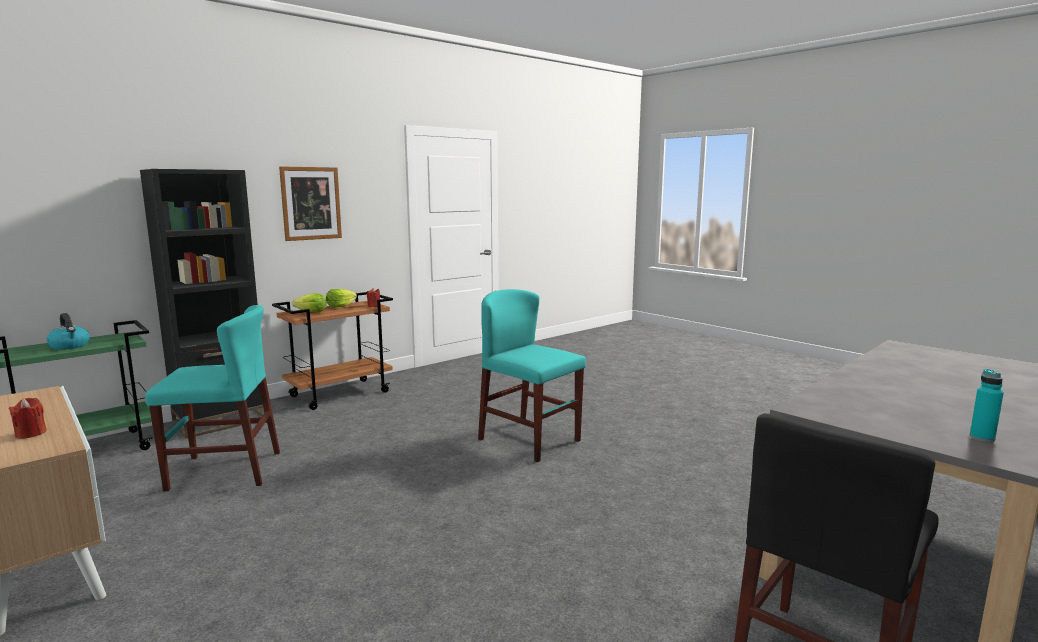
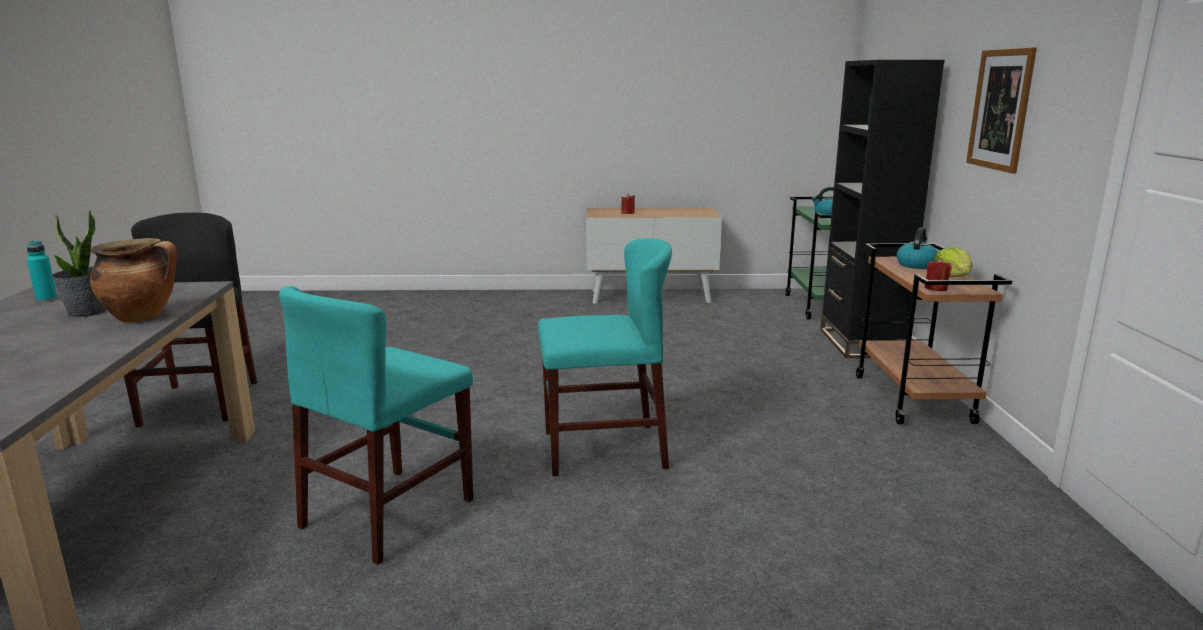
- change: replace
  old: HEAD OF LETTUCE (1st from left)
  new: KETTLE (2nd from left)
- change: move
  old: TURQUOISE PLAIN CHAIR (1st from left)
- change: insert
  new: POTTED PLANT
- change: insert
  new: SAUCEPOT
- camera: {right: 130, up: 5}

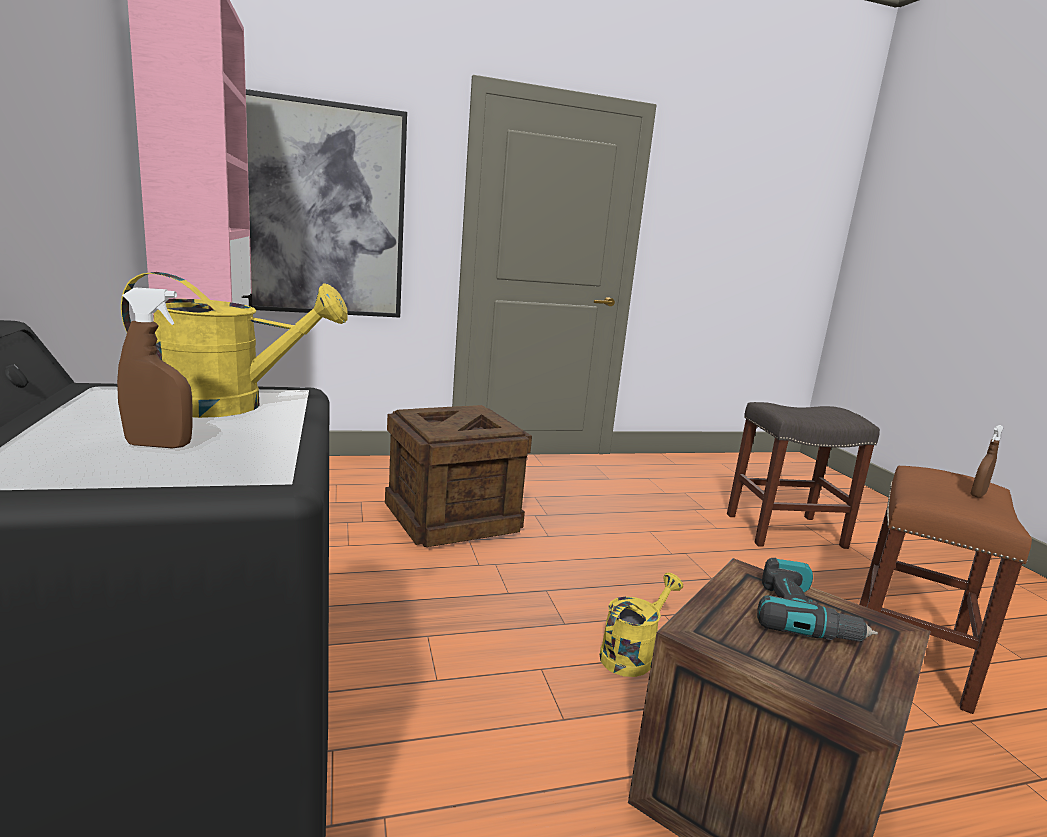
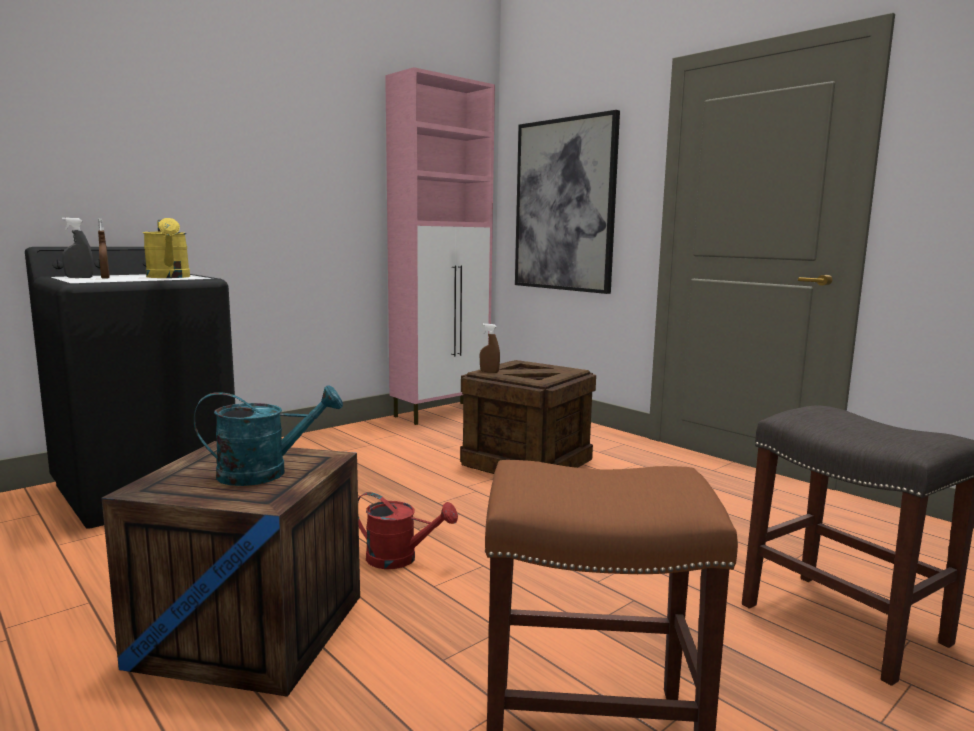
- change: move
  old: BROWN-COLOURED HAND SPRAYER (2nd from left)
- change: replace
  old: POWER DRILL
  new: TURQUOISE SPRINKLING CAN
- change: recolor
  old: YELLOW-COLOURED SPRINKLING CAN (2nd from left)
  new: REDDISH SPRINKLING CAN
- change: insert
  new: GRAY HAND SPRAYER
- camera: {right: 65, up: -5}

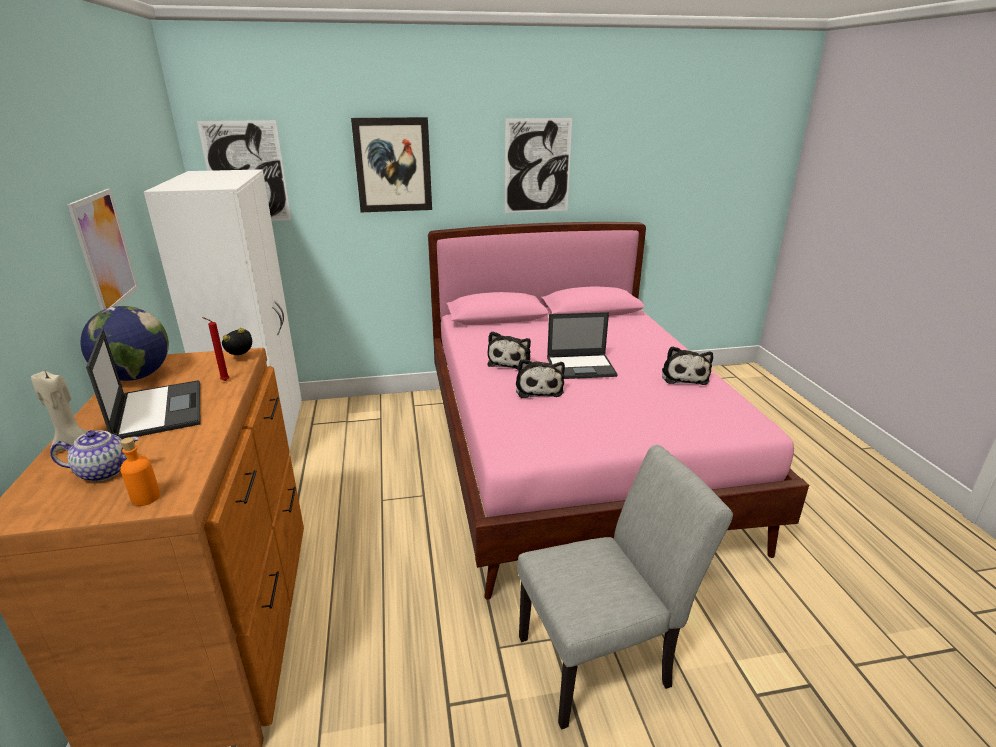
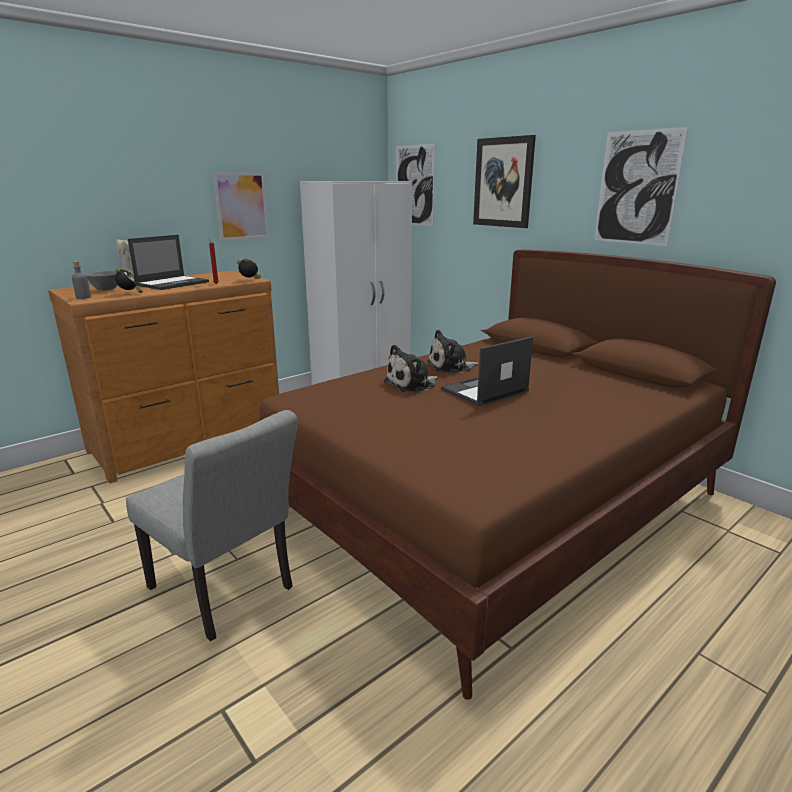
- change: recolor
  old: PINK SLEEPING BED
  new: BROWN-COLOURED SLEEPING BED
- change: delete
  old: GLOBE
- change: rotate
  old: PORTABLE COMPUTER (2nd from left)
  degrees: 90
- change: delete
  old: CUDDLY TOY (3rd from left)
- change: replace
  old: TEA POT
  new: GRAY DEEP DISH
- change: recolor
  old: ORANGEY BEVERAGE BOTTLE
  new: GRAY BEVERAGE BOTTLE
- change: insert
  new: TABLE CLOCK (1st from left)
- camera: {right: 60, up: -5}

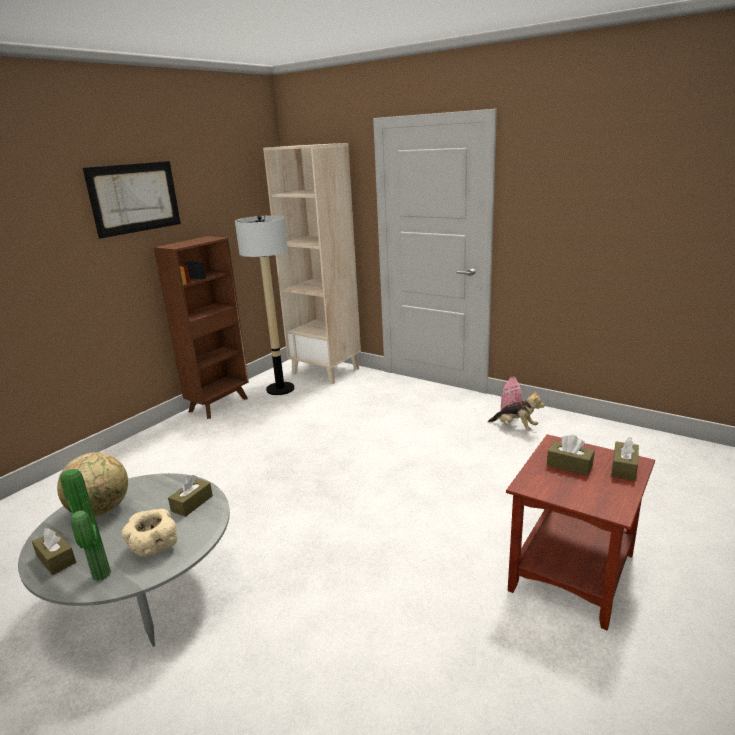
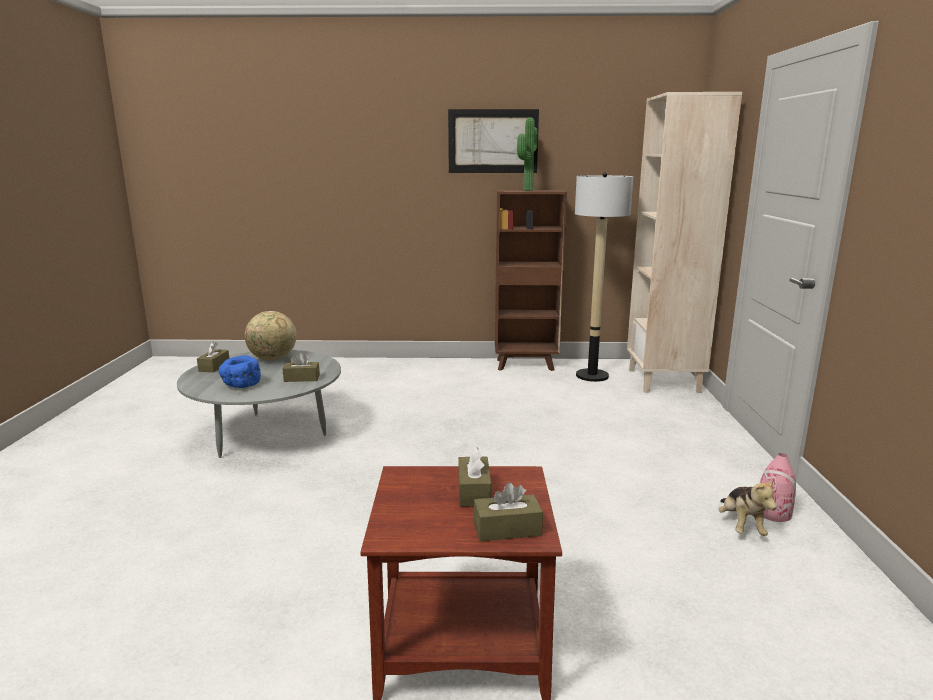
- change: move
  old: POTTED PLANT
- change: recolor
  old: SAND-COLOURED DEEP DISH
  new: BLUISH DEEP DISH
- camera: {right: 55, up: -5}

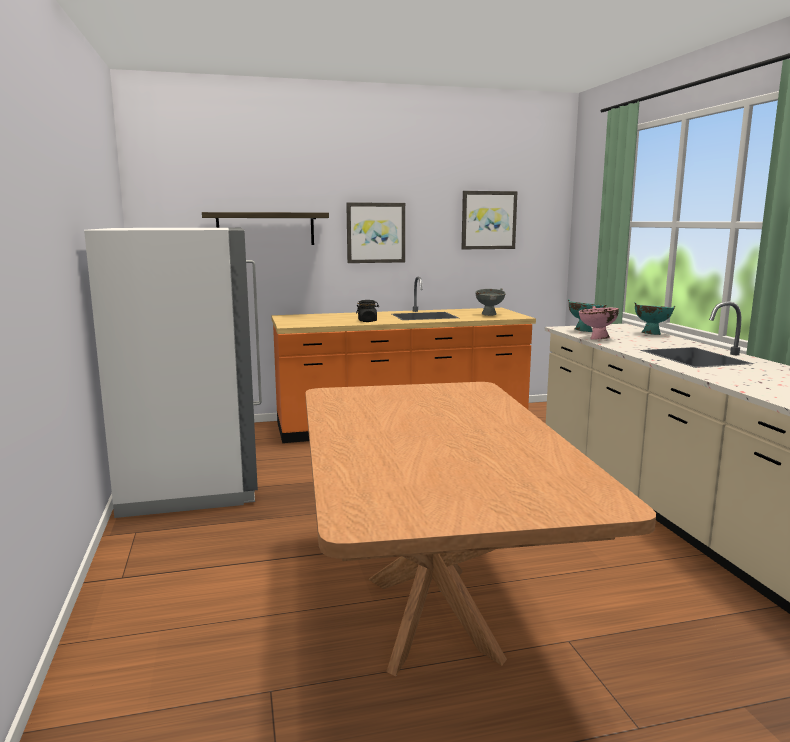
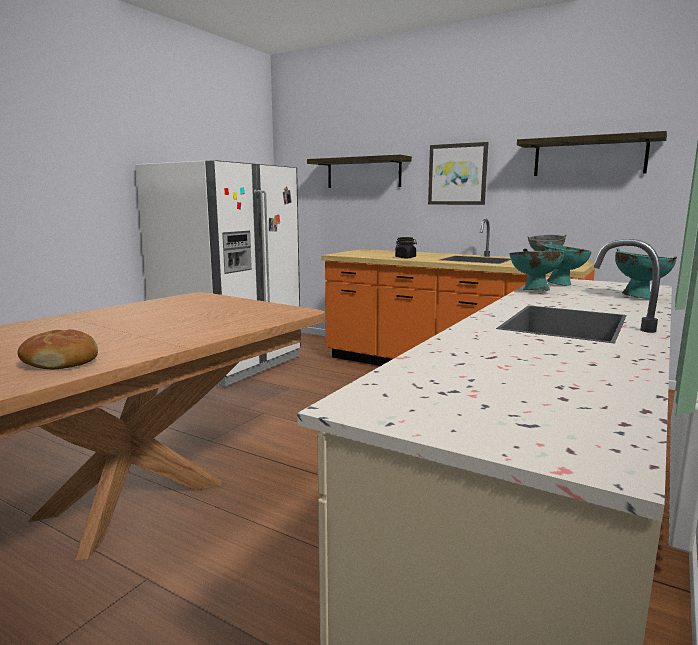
- change: replace
  old: WALL ART (2nd from left)
  new: BRACKET SHELF (2nd from left)
- change: recolor
  old: PINK DEEP DISH
  new: TURQUOISE DEEP DISH (1st from left)
- change: insert
  new: BAKERY BREAD
- camera: {right: 45, up: 0}

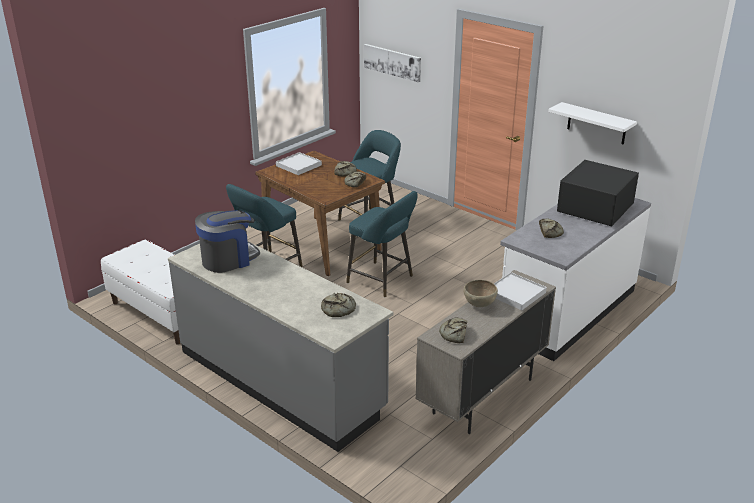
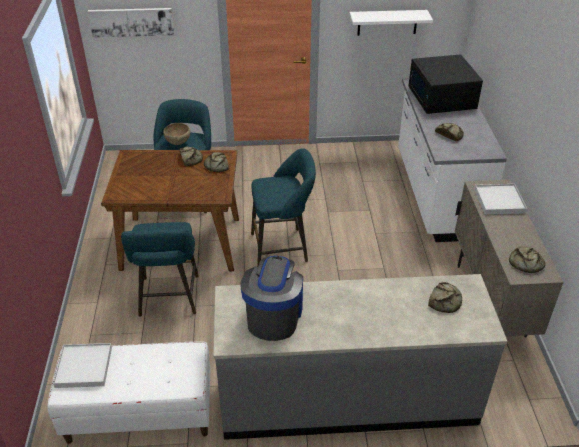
- change: move
  old: WHITE-COLOURED SERVING TRAY (1st from left)
- change: move
  old: BROWN-COLOURED DEEP DISH
- camera: {right: -45, up: 10}

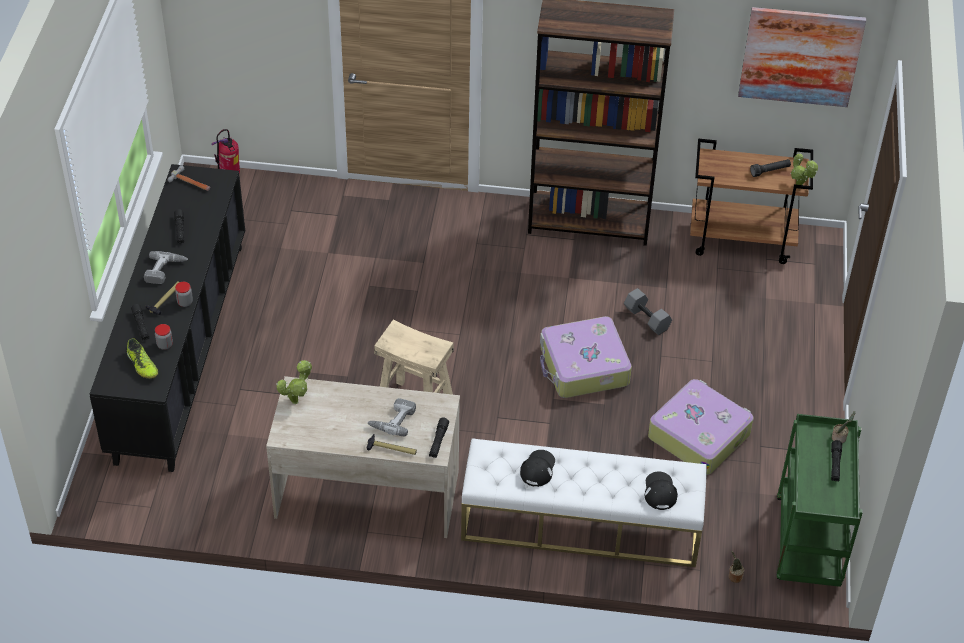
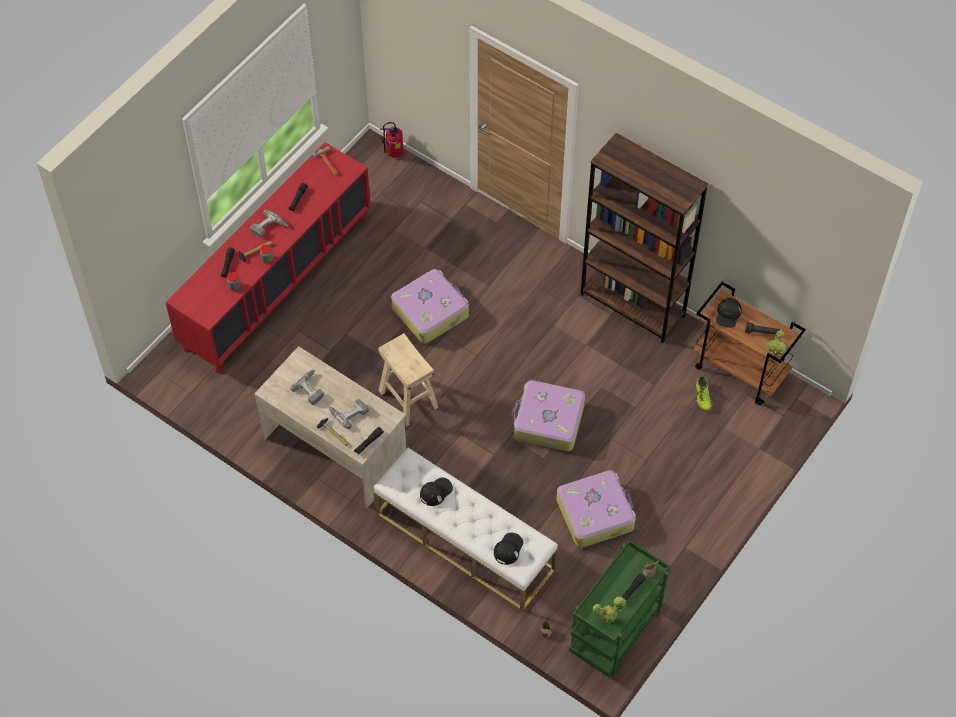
- change: delete
  old: WALL ART
- change: recolor
  old: BLACKISH STORAGE CABINET
  new: REDDISH STORAGE CABINET
- change: delete
  old: GRAY FREE WEIGHT
- change: move
  old: SHOE
- change: move
  old: POTTED PLANT (1st from left in the first image)
  new: POTTED PLANT (2nd from left)
- change: insert
  new: PIECE OF LUGGAGE (1st from left)
- change: insert
  new: BLACKISH PEAKED CAP (3rd from left)
- change: insert
  new: POWER DRILL (2nd from left)
- camera: {right: 30, up: 10}

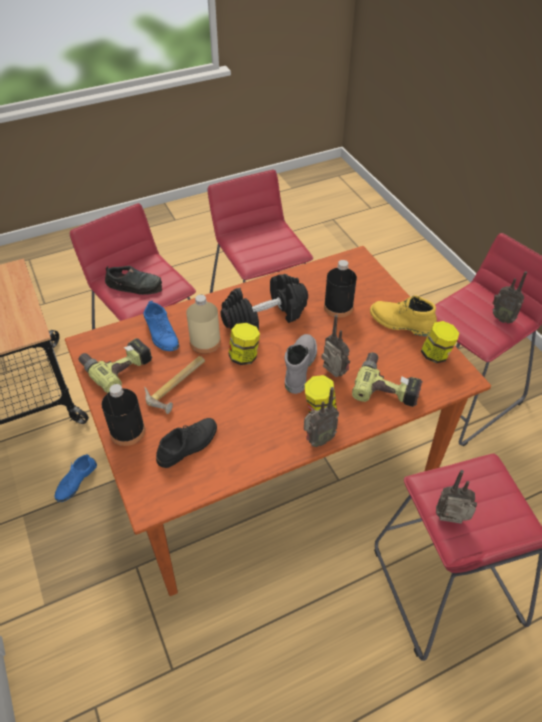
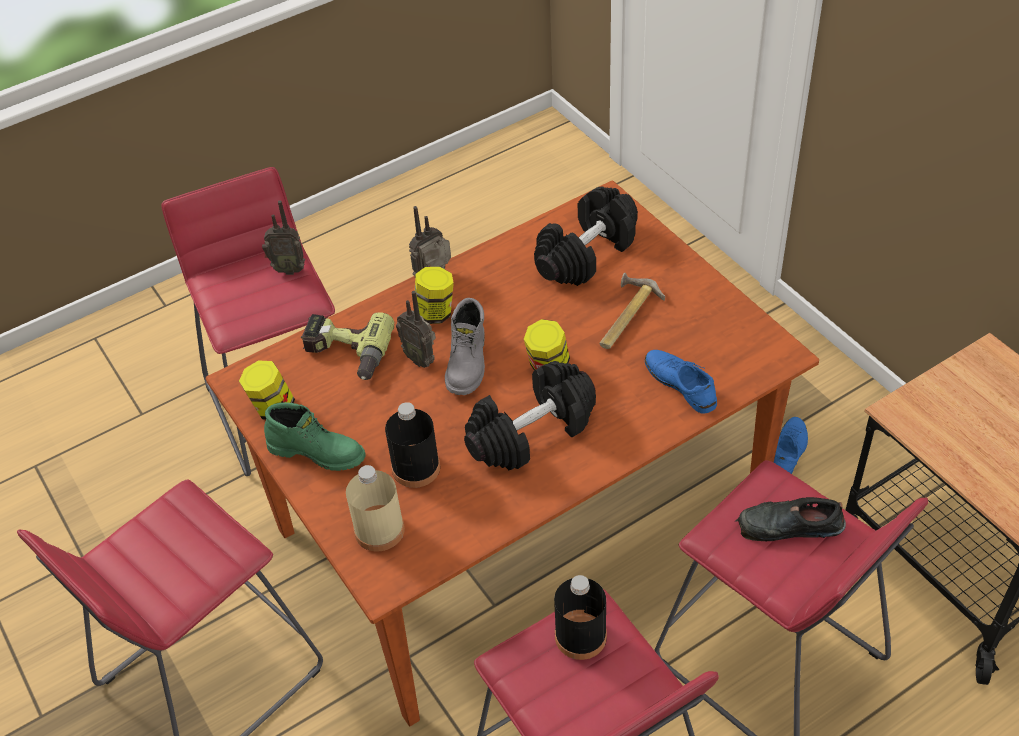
- change: delete
  old: RADIO RECEIVER (4th from left)
- change: move
  old: SAND-COLOURED BEVERAGE BOTTLE
- change: recolor
  old: YELLOW-COLOURED BOOT
  new: GREEN BOOT
- change: delete
  old: POWER DRILL (1st from left)
- change: move
  old: BLACKISH BEVERAGE BOTTLE (1st from left in the first image)
  new: BLACKISH BEVERAGE BOTTLE (2nd from left)
- change: replace
  old: BLACKISH SHOE (2nd from left)
  new: BLACKISH FREE WEIGHT (2nd from left)
- camera: {right: 175, up: 0}

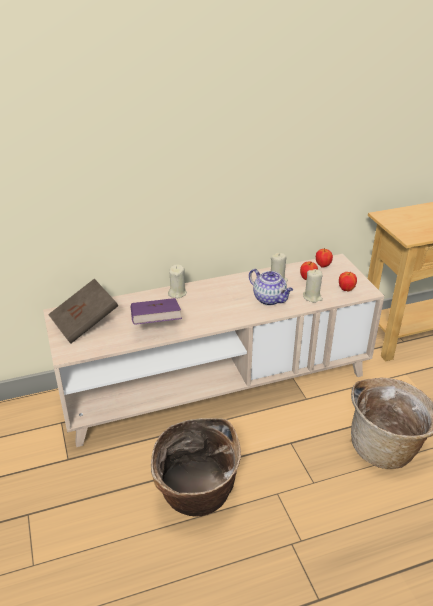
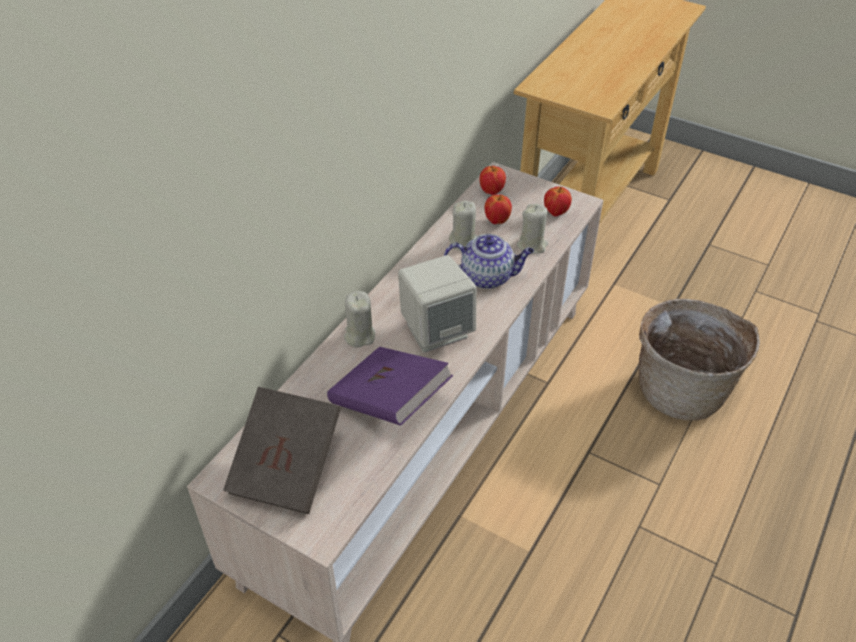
- change: delete
  old: STORAGE BASKET (1st from left)
- change: insert
  new: SAND-COLOURED LOUDSPEAKER
- camera: {right: -40, up: 10}

